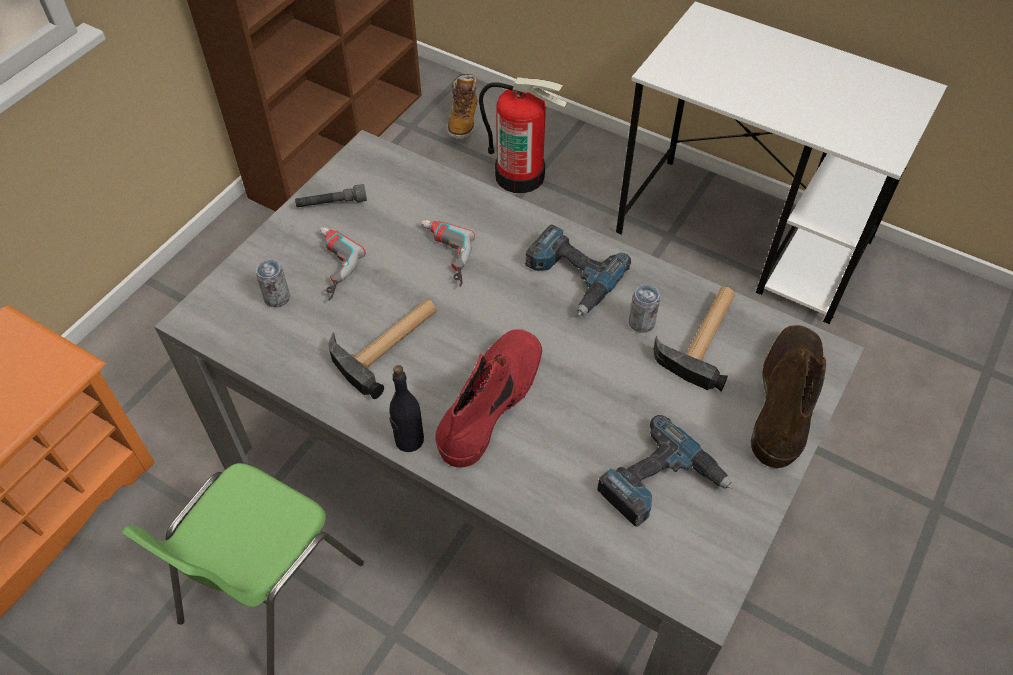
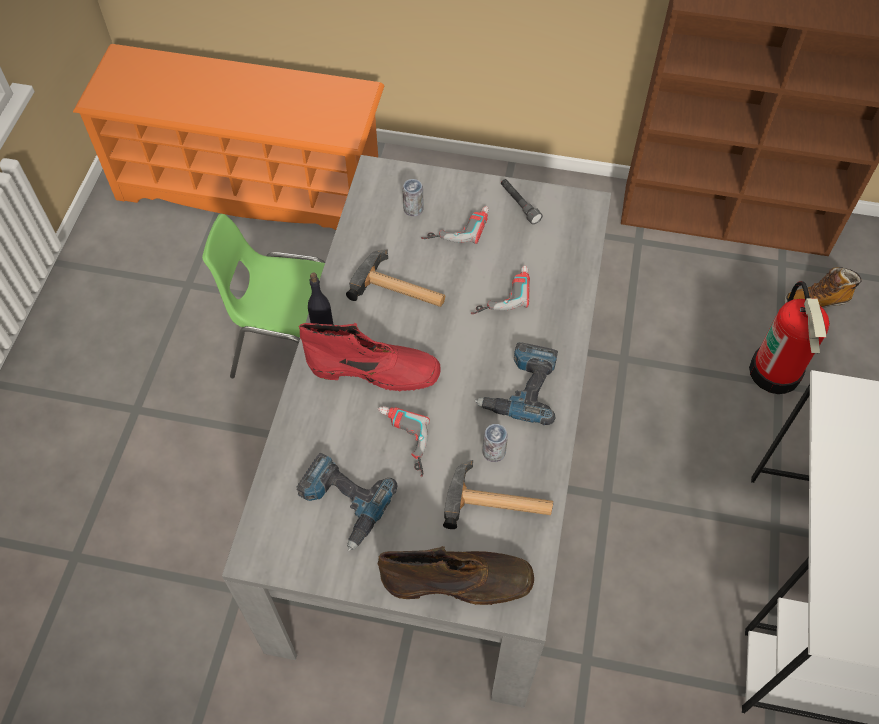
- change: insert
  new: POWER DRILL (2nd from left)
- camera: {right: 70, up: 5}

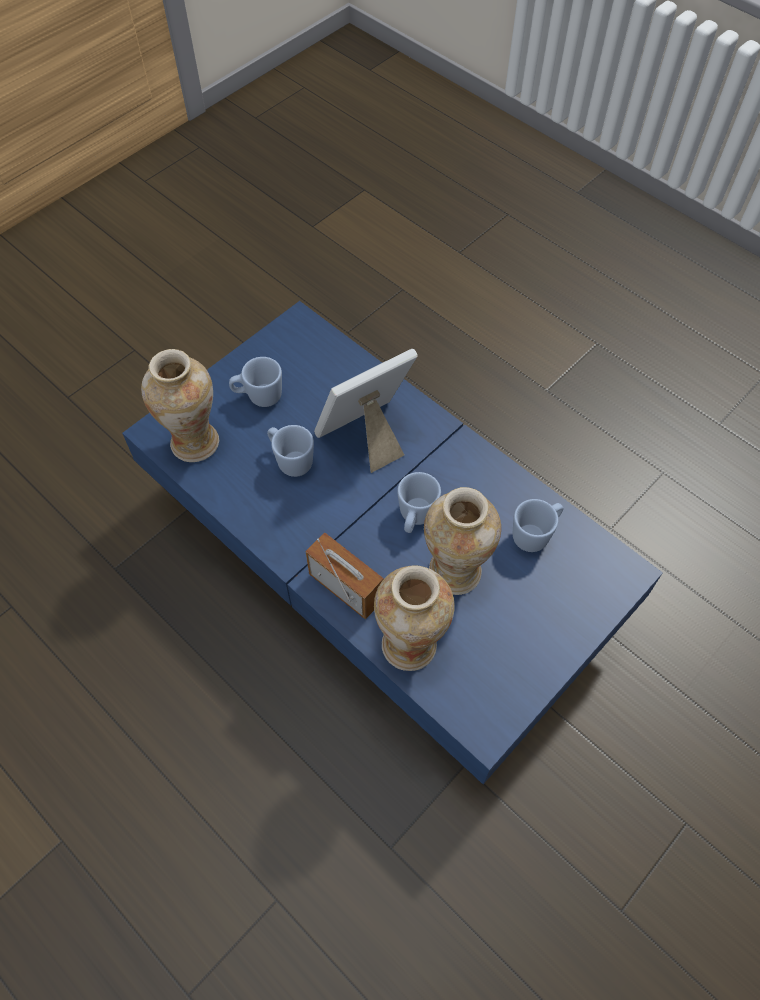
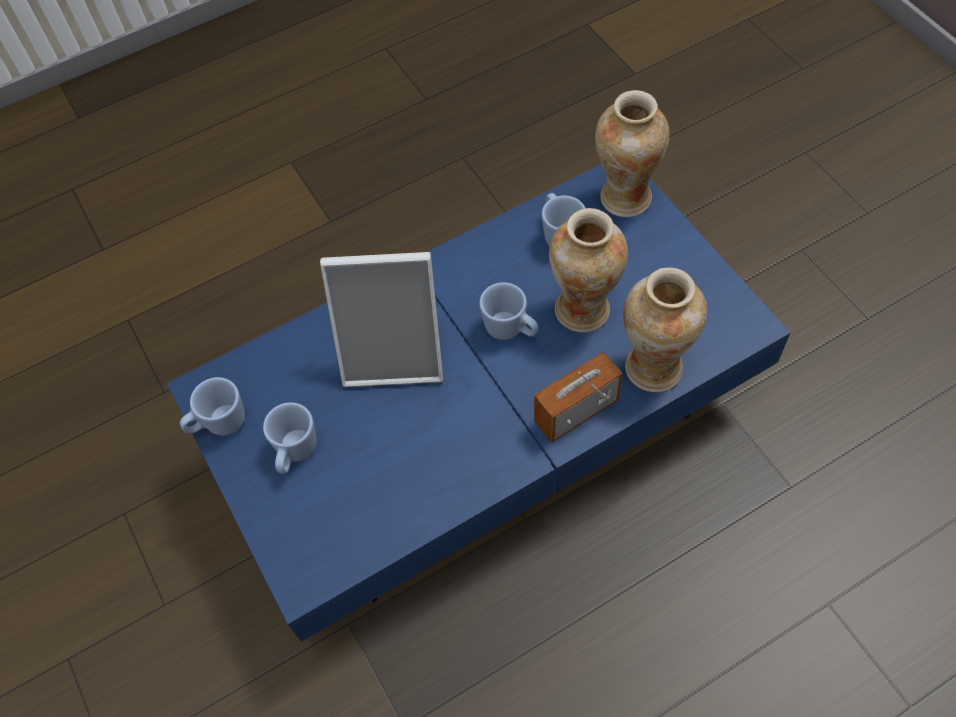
- change: move
  old: DECORATIVE VASE (1st from left in the first image)
  new: DECORATIVE VASE (2nd from left)
- change: rotate
  old: PICTURE FRAME
  degrees: -75
- change: move
  old: BLUISH MUG (2nd from left in the first image)
  new: BLUISH MUG (1st from left)
- camera: {right: -70, up: 0}

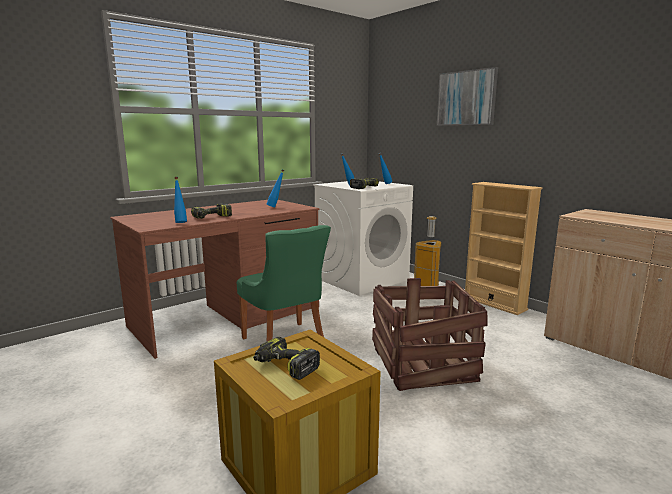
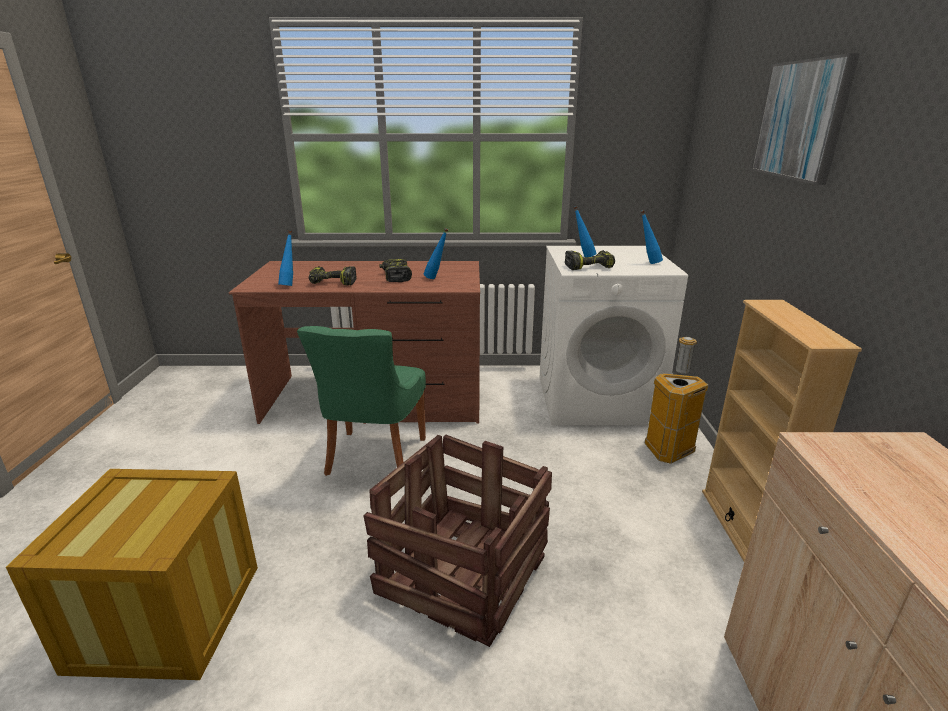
- change: move
  old: POWER DRILL (2nd from left)
- camera: {right: 40, up: 10}

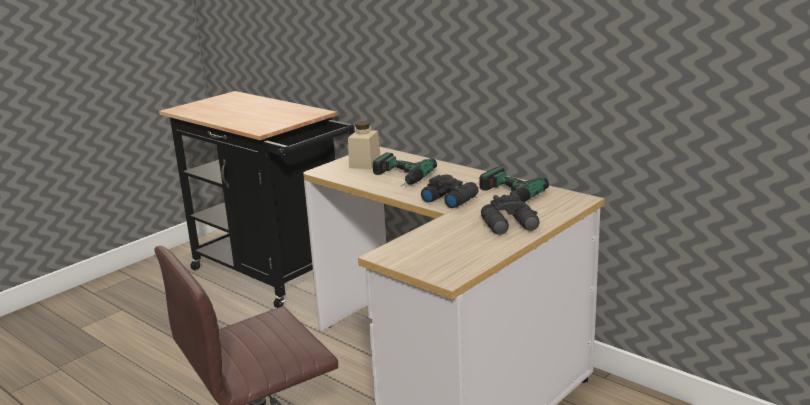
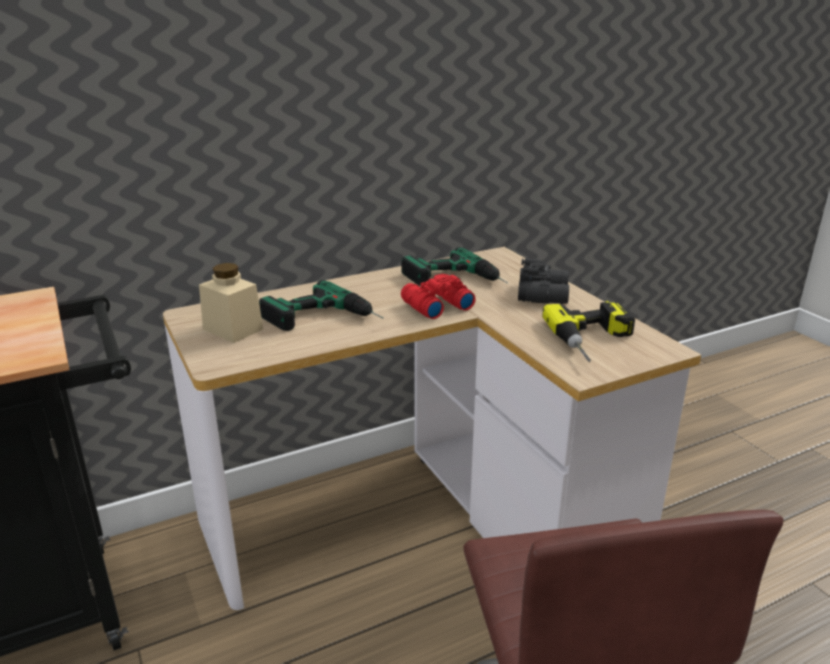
- change: recolor
  old: BLACKISH PAIR OF BINOCULARS (1st from left)
  new: REDDISH PAIR OF BINOCULARS
- change: insert
  new: POWER DRILL (3rd from left)
- camera: {right: -70, up: 5}

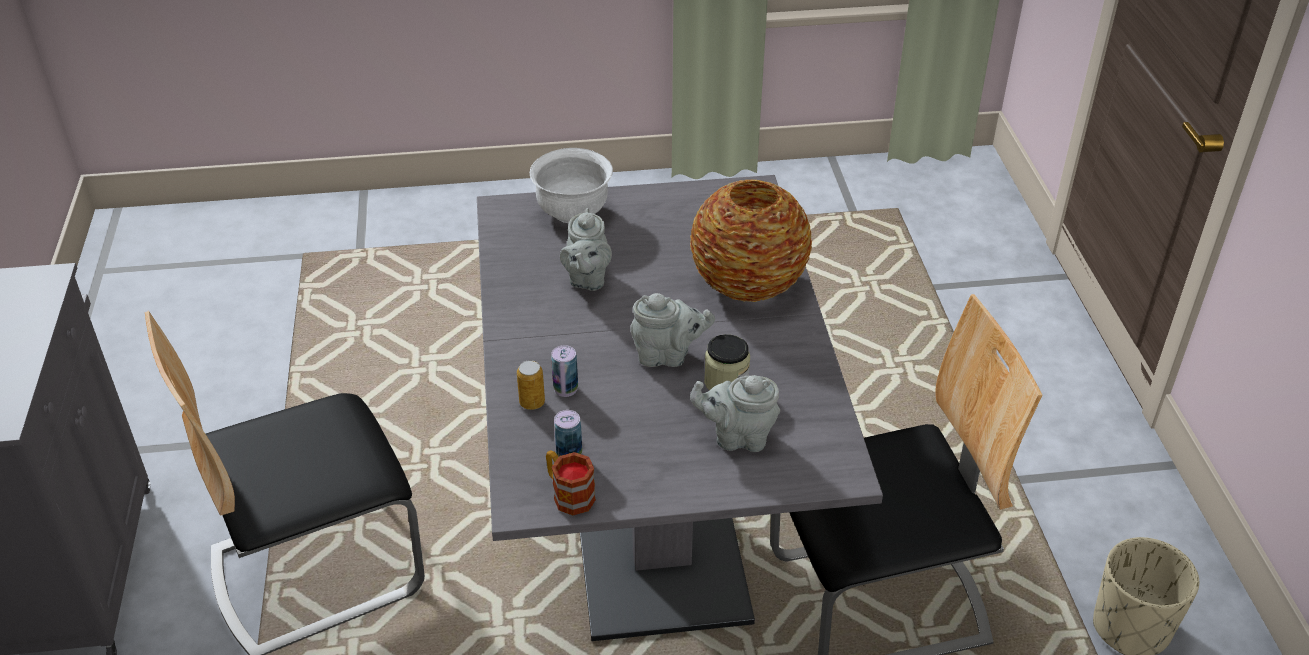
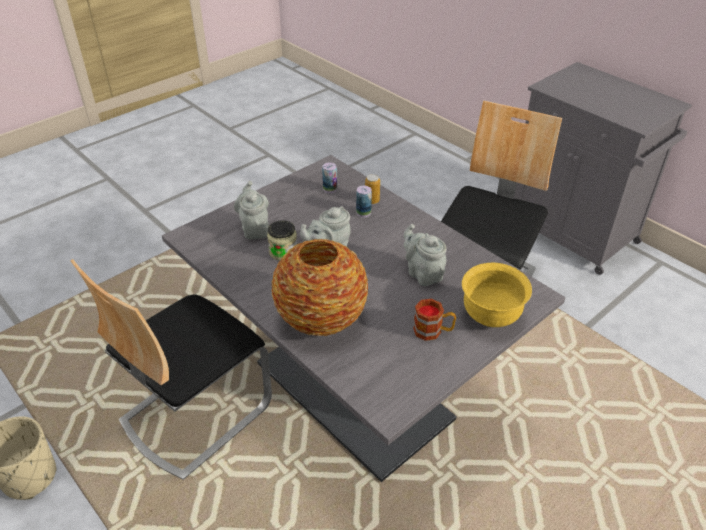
- change: recolor
  old: WHITE-COLOURED DEEP DISH
  new: YELLOW-COLOURED DEEP DISH
- change: rotate
  old: GRAY TEA POT (3rd from left in the first image)
  degrees: -75
- change: move
  old: MUG
- camera: {right: 145, up: 0}

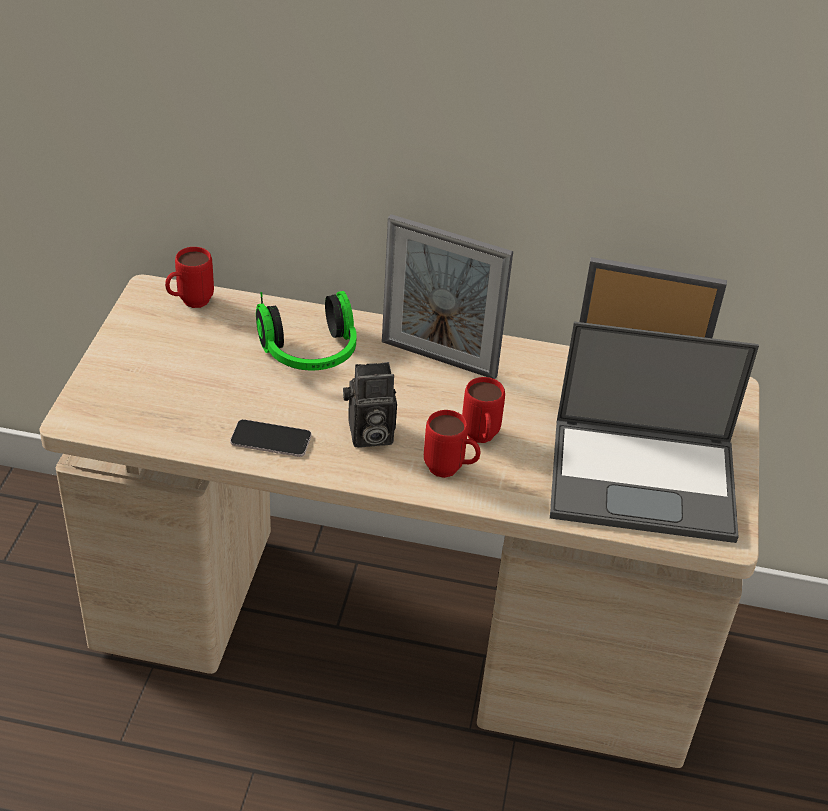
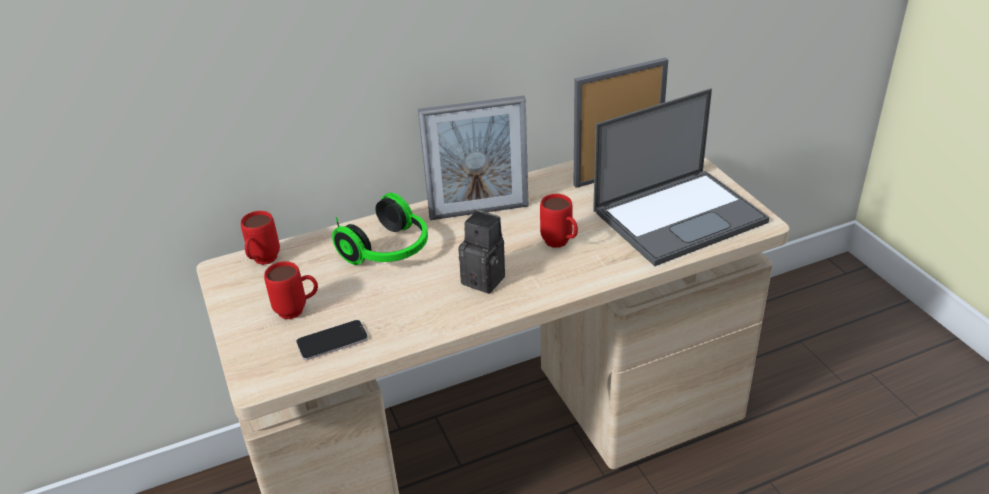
- change: rotate
  old: STILL CAMERA
  degrees: -105
- change: move
  old: REDDISH MUG (2nd from left)
- change: move
  old: PHONE
- camera: {right: -30, up: -5}

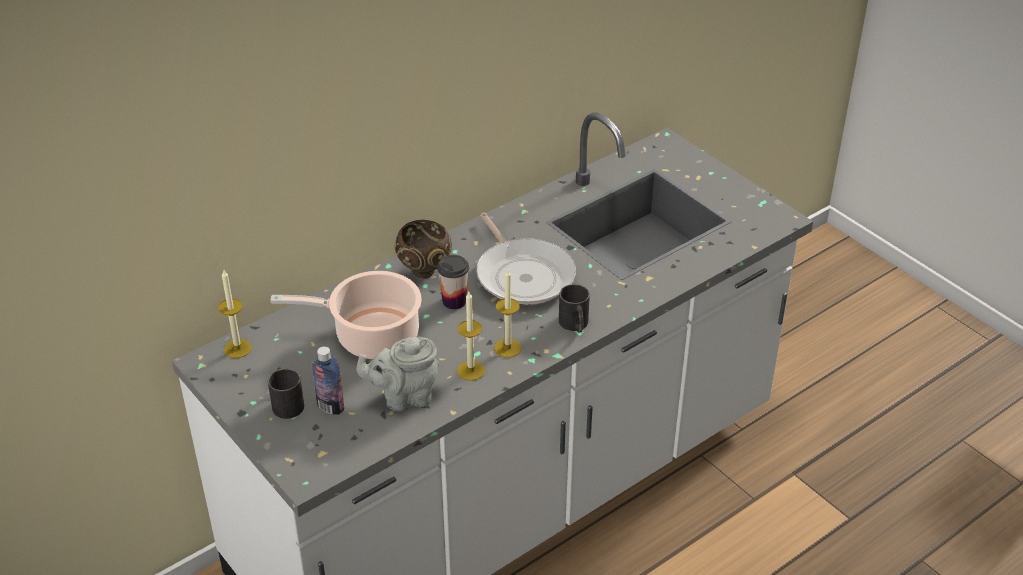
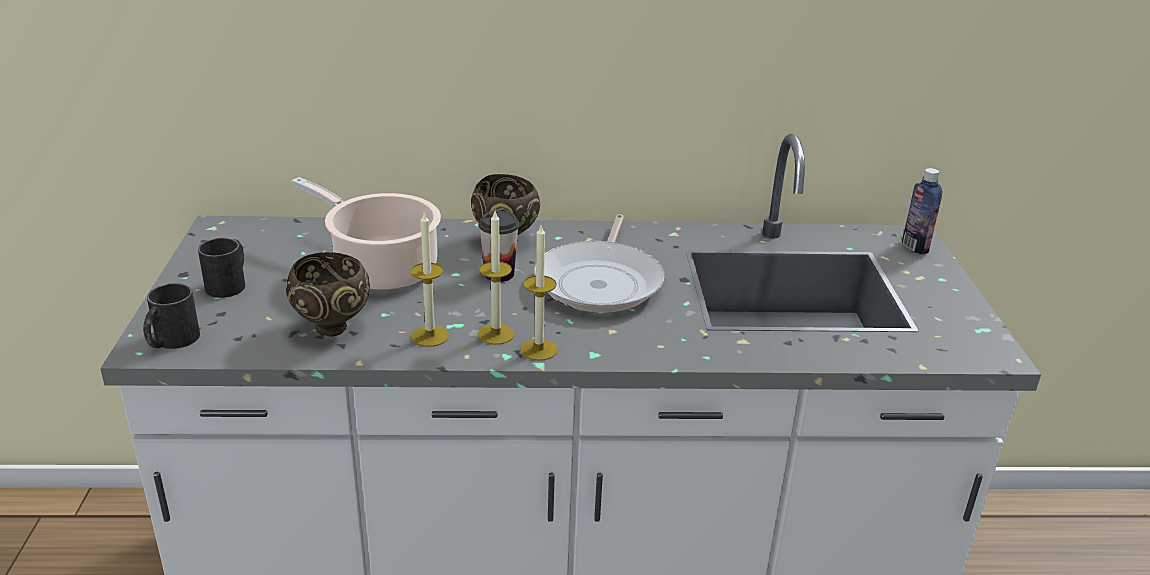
- change: move
  old: WAX LIGHT (1st from left in the first image)
  new: WAX LIGHT (3rd from left)
- change: move
  old: BLACKISH MUG (2nd from left in the first image)
  new: BLACKISH MUG (1st from left)
- change: replace
  old: GRAY TEA POT
  new: BROWN-COLOURED DEEP DISH (1st from left)
- change: move
  old: BEVERAGE BOTTLE
- camera: {right: 35, up: -10}

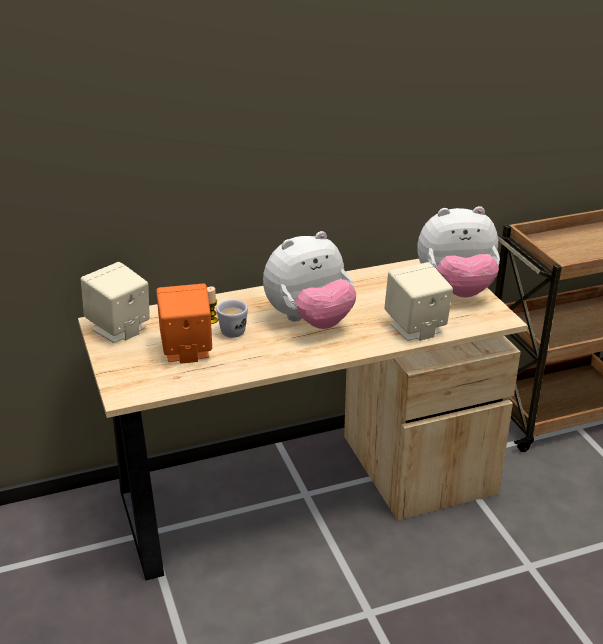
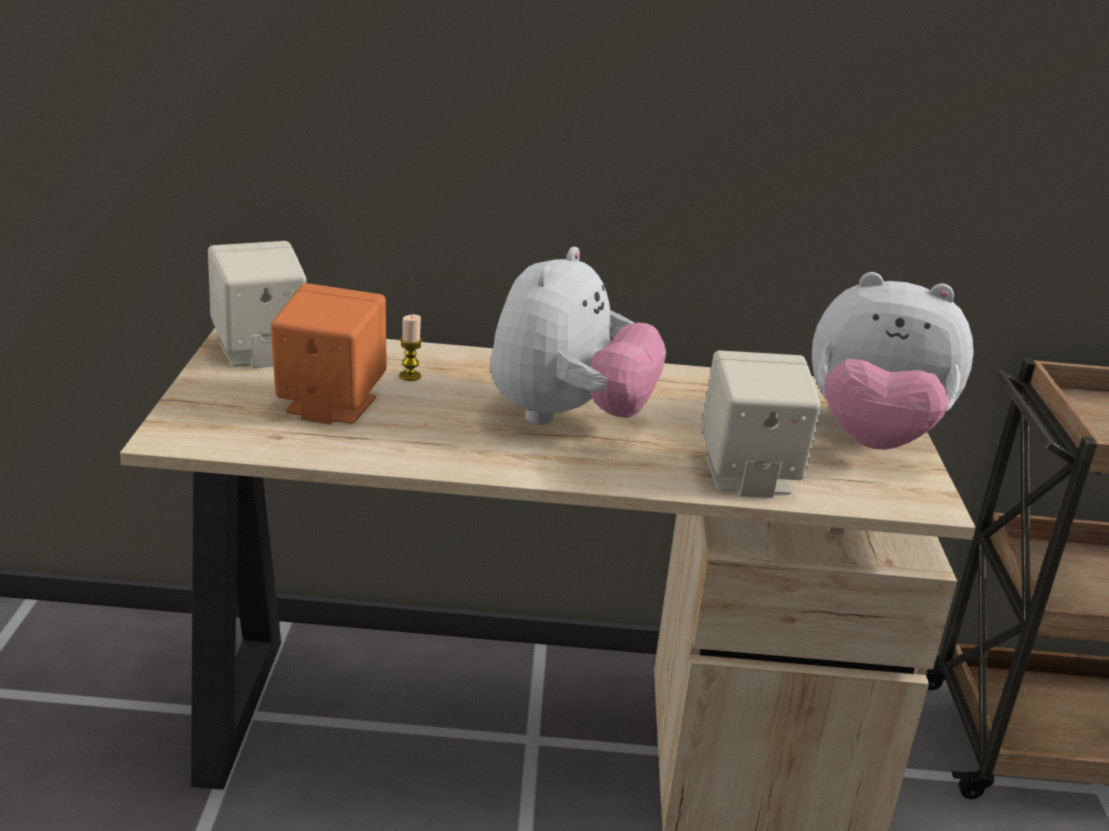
- change: rotate
  old: CUDDLY TOY (1st from left)
  degrees: -60
- change: delete
  old: WHITE-COLOURED MUG
- camera: {right: 20, up: -5}

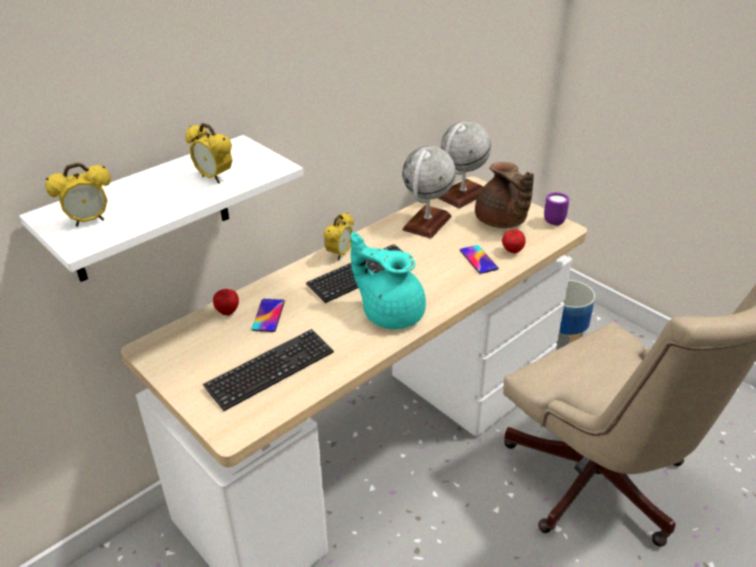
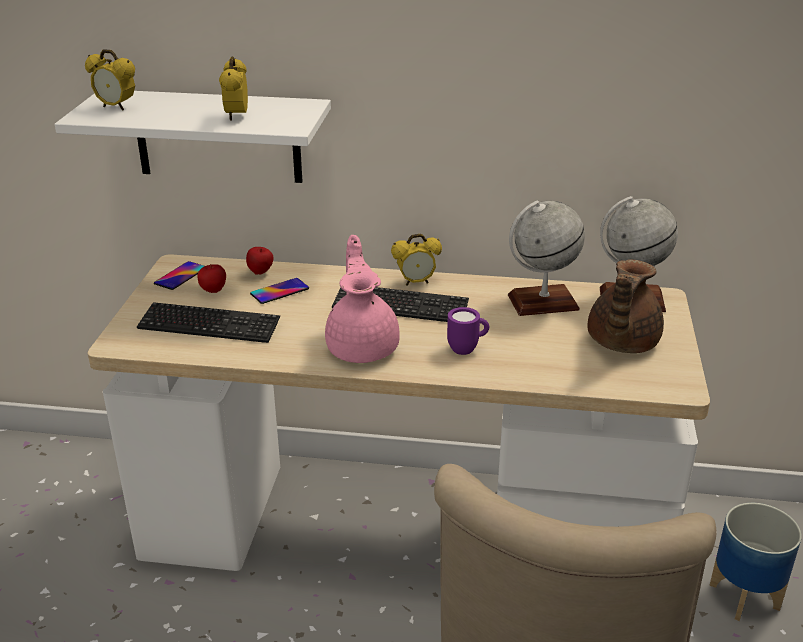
- change: move
  old: PURPLISH MUG
- change: move
  old: APPLE (2nd from left in the first image)
  new: APPLE (1st from left)
- change: recolor
  old: TURQUOISE TEA POT
  new: PINK TEA POT
- change: move
  old: PHONE (2nd from left in the first image)
  new: PHONE (1st from left)
- camera: {right: 50, up: -5}

